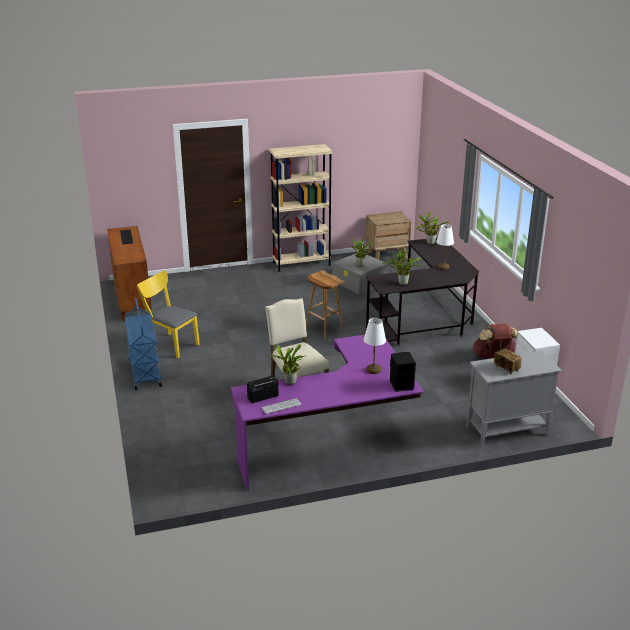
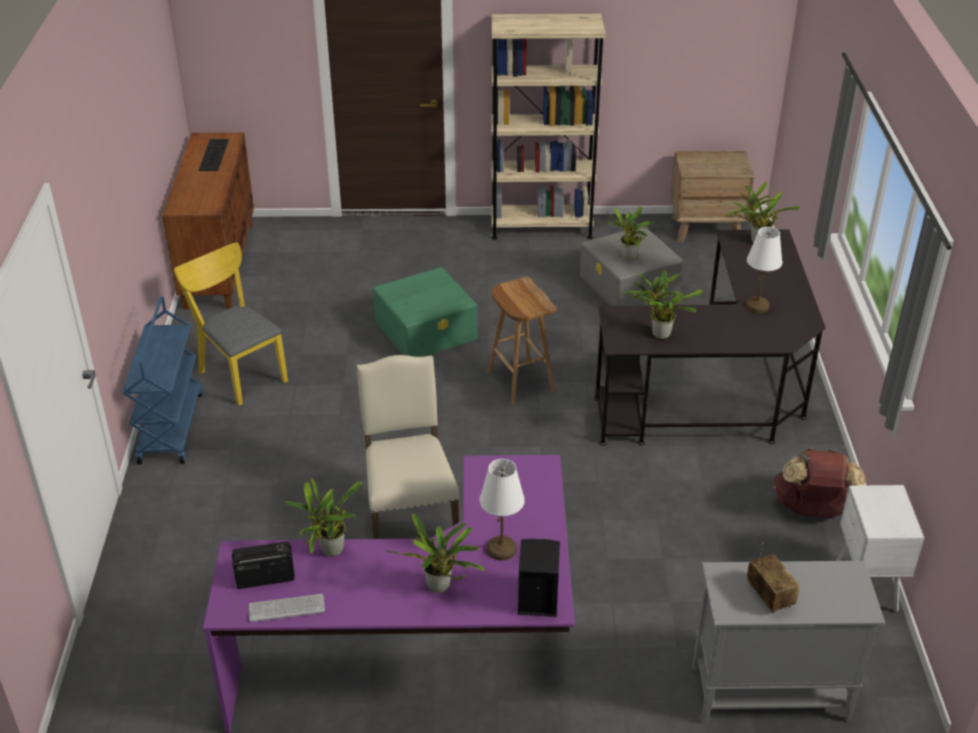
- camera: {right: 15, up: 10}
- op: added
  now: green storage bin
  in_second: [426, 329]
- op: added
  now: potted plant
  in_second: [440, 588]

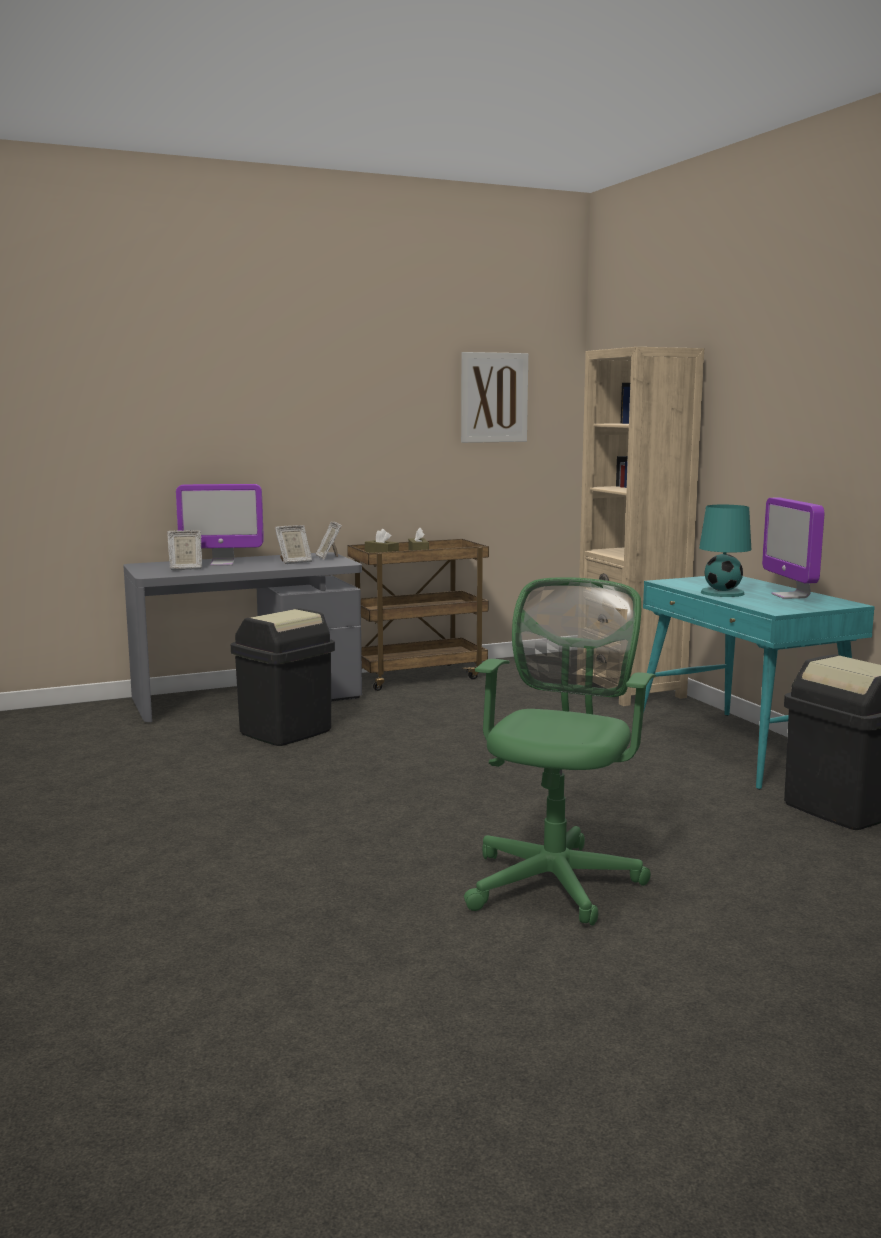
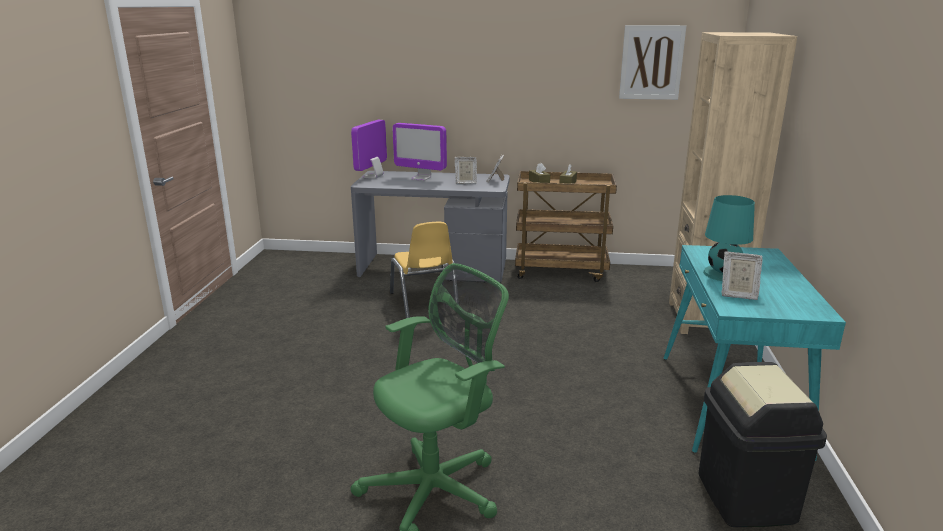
- camera: {right: 30, up: 10}
- op: moved
  was: photo frame
  in_first: [185, 568]
  in_second: [737, 294]
- op: moved
  was: computer display
  in_first: [790, 596]
  in_second: [373, 177]
- op: replaced
  was: black-coloured trash can
  now: yellow chair
  in_first: [286, 732]
  in_second: [424, 303]

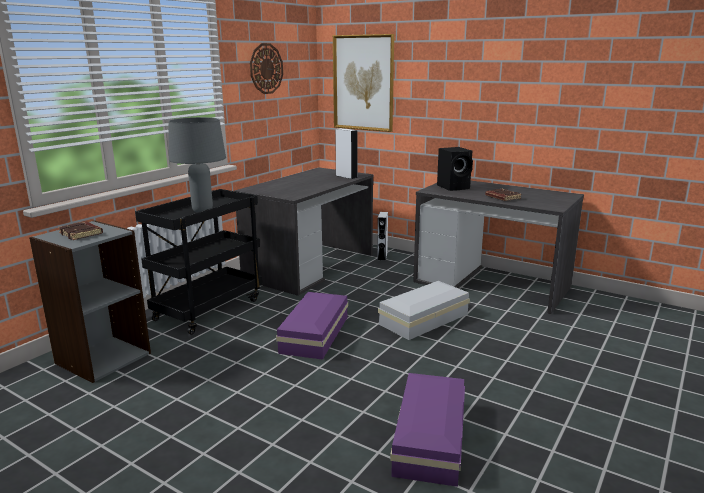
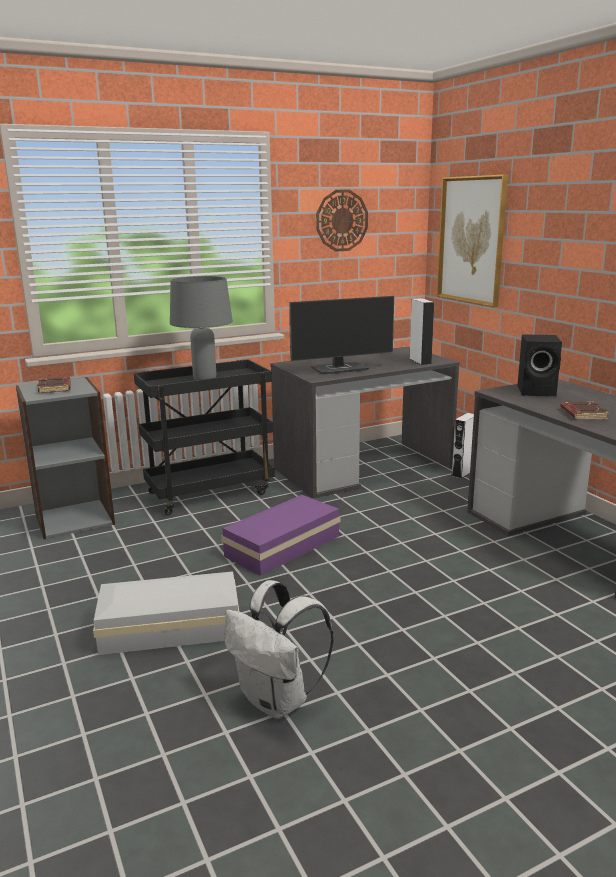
- camera: {right: 30, up: 0}
- op: added
  now: computer display
  in_second: [340, 369]
- op: moved
  was: white-coloured storage bin
  in_first: [422, 319]
  in_second: [168, 626]
- op: replaced
  was: purple storage bin
  now: white-coloured backpack
  in_first: [431, 437]
  in_second: [277, 700]

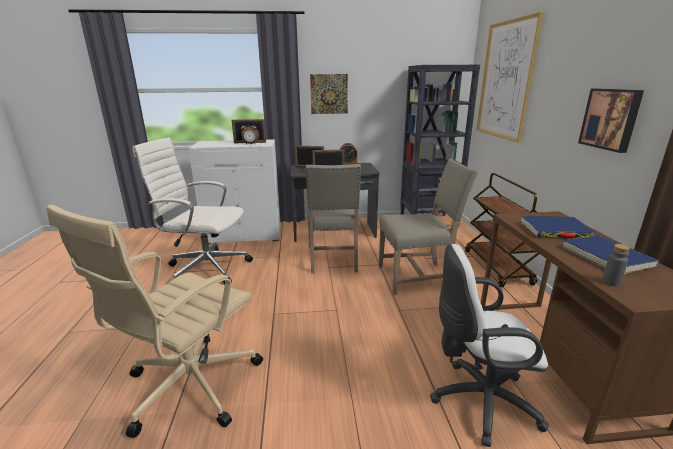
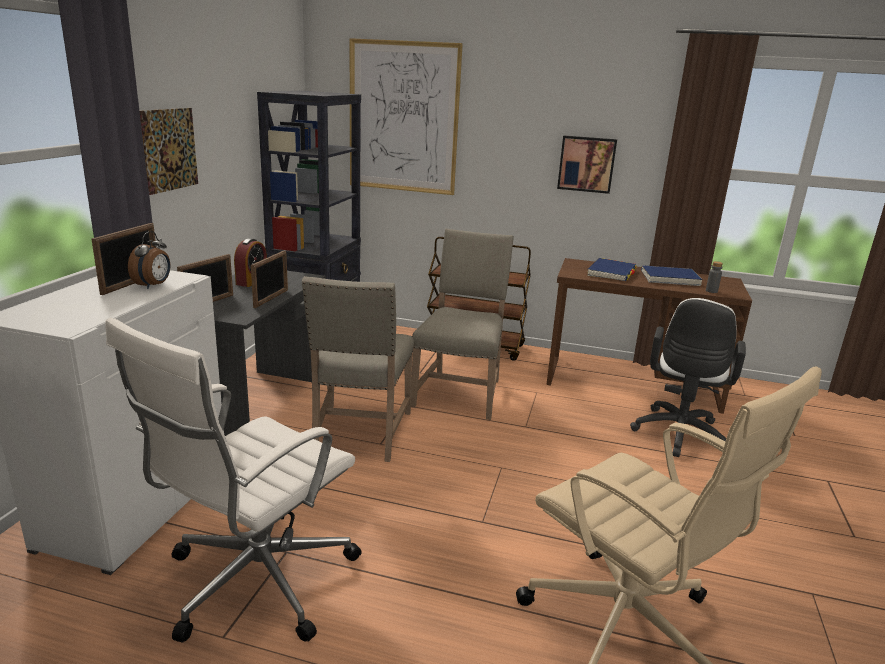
- camera: {right: -70, up: 0}
- op: turned
  was: sand-coloured chair
  in_first: [333, 259]
  in_second: [360, 434]
  clockwise: 75

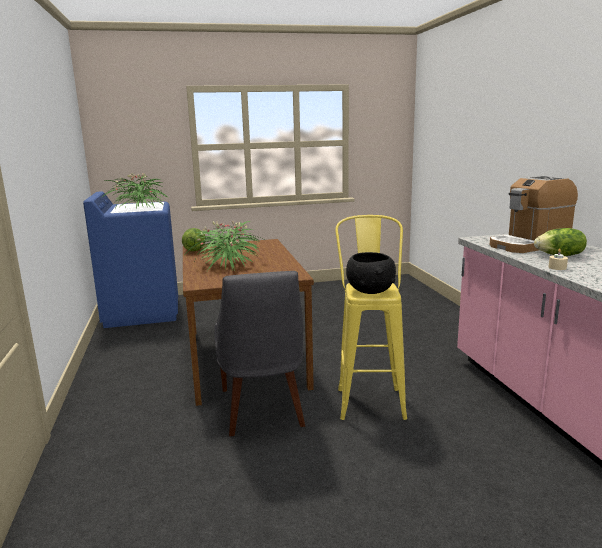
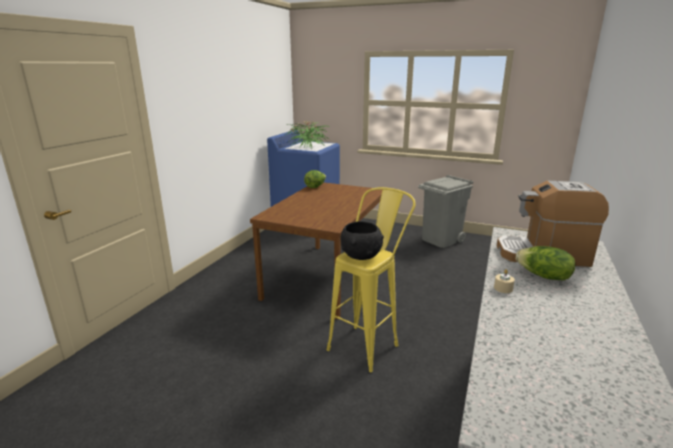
- camera: {right: 35, up: 5}
- op: removed
  was: potted plant
  in_first: [228, 265]
- op: removed
  was: grey chair
  in_first: [262, 410]
- op: added
  now: grey trash can
  in_second: [441, 240]

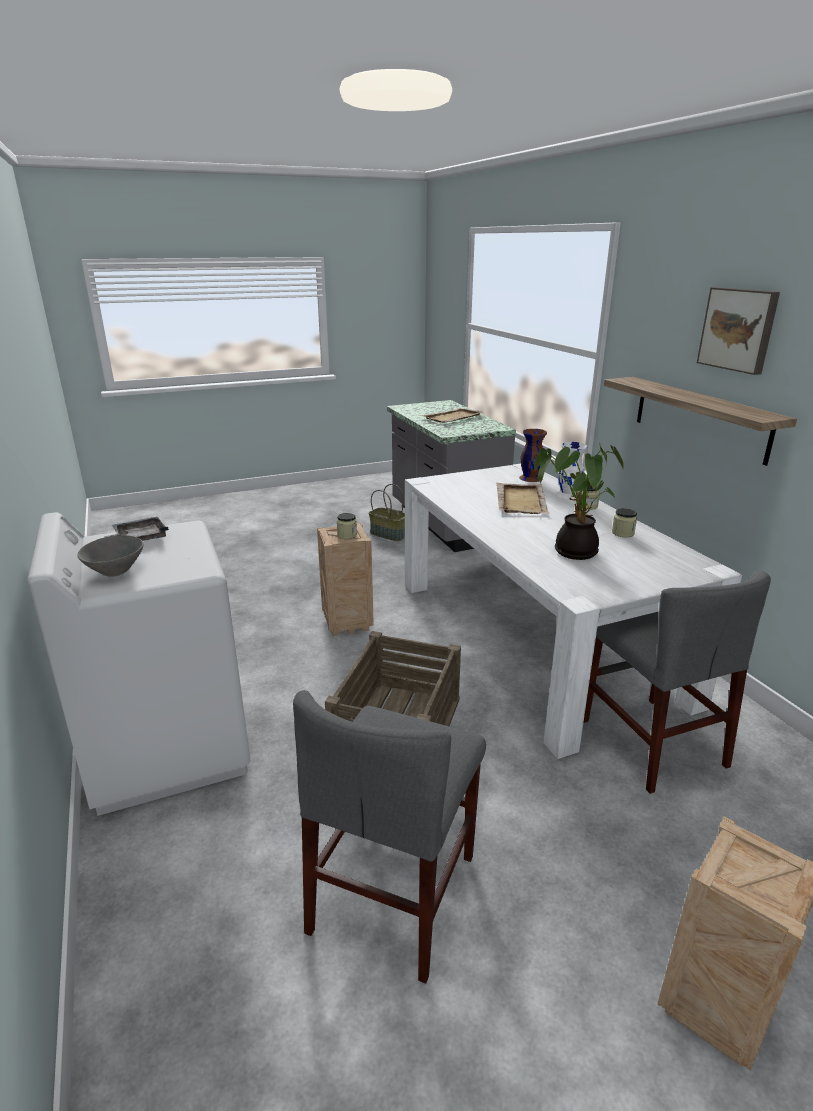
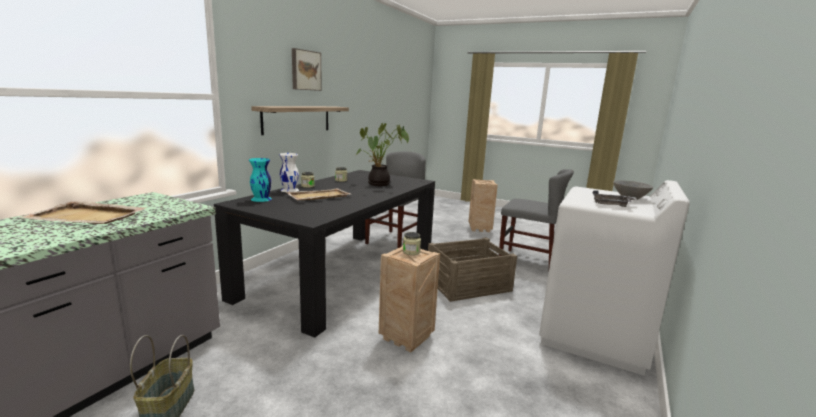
- camera: {right: -130, up: -10}
- op: recoloured
  was: white-coloured dinner table
  now: black-coloured dinner table
  in_first: [533, 638]
  in_second: [342, 273]
- op: recoloured
  was: brown-coloured decorative vase
  now: turquoise decorative vase
  in_first: [530, 478]
  in_second: [261, 199]
- op: turned
  was: grey chair
  in_first: [394, 892]
  in_second: [528, 262]
  clockwise: 45

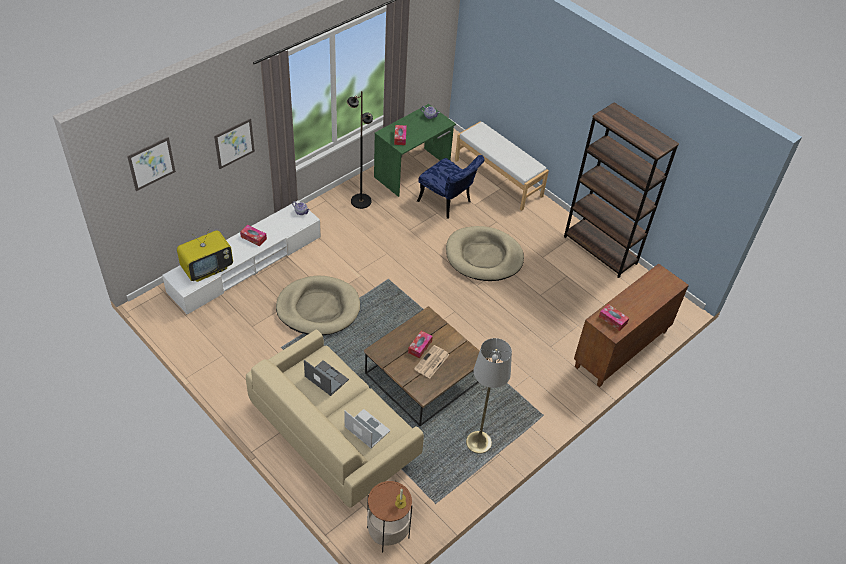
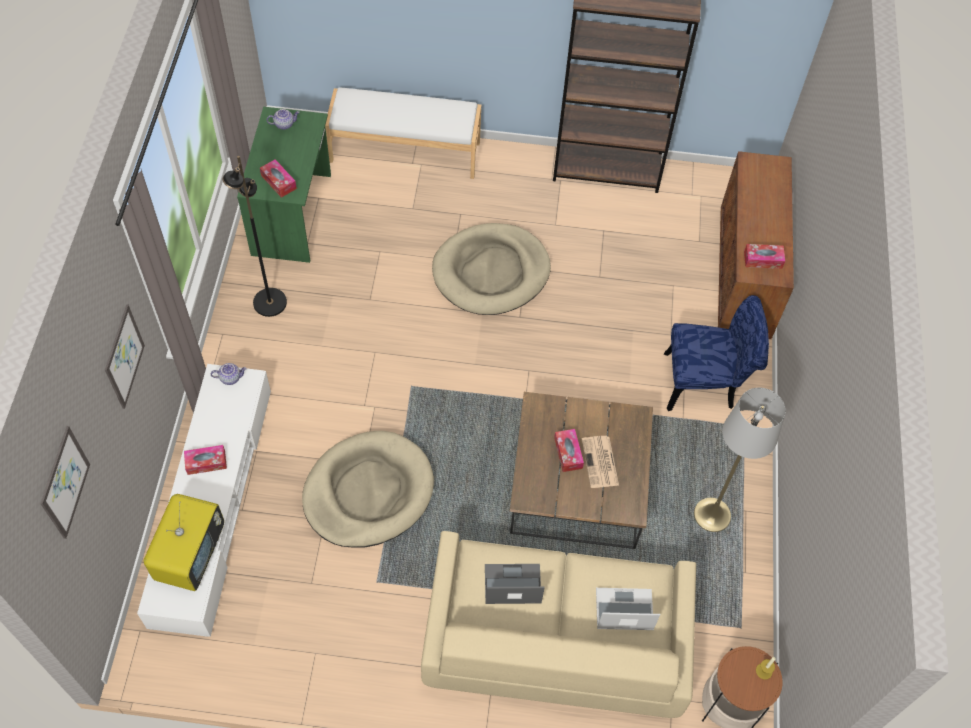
- camera: {right: -40, up: 10}
- op: moved
  was: blue-coloured chair
  in_first: [448, 203]
  in_second: [706, 383]

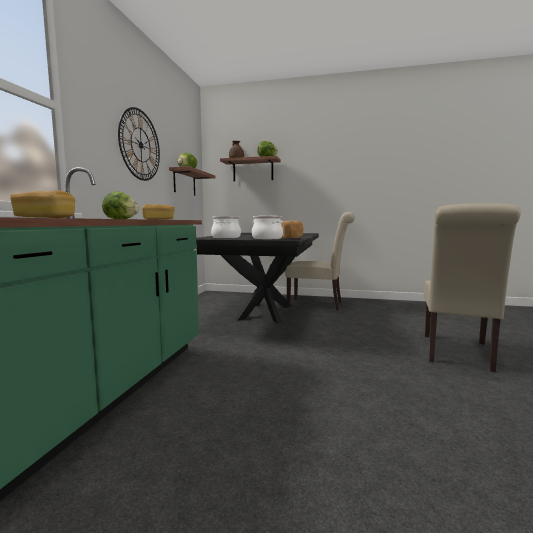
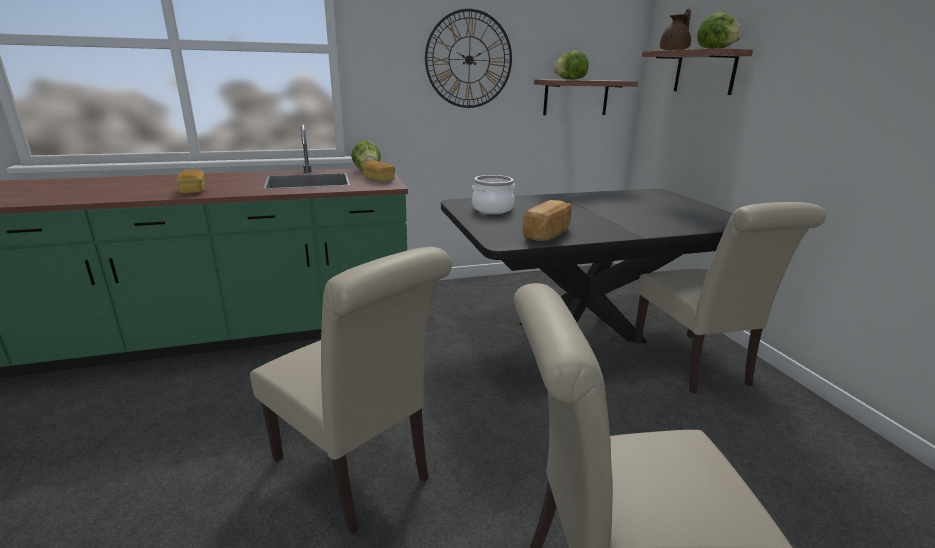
- camera: {right: 60, up: 15}
- op: removed
  was: saucepot
  in_first: [267, 238]
- op: added
  now: sand-coloured chair
  in_second: [357, 472]

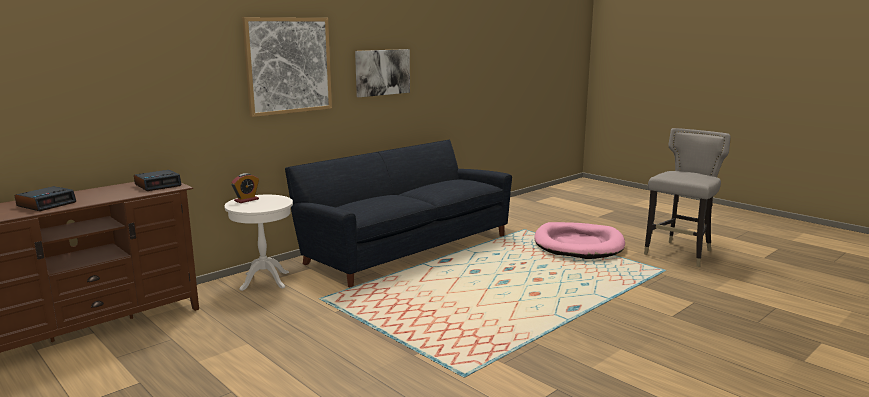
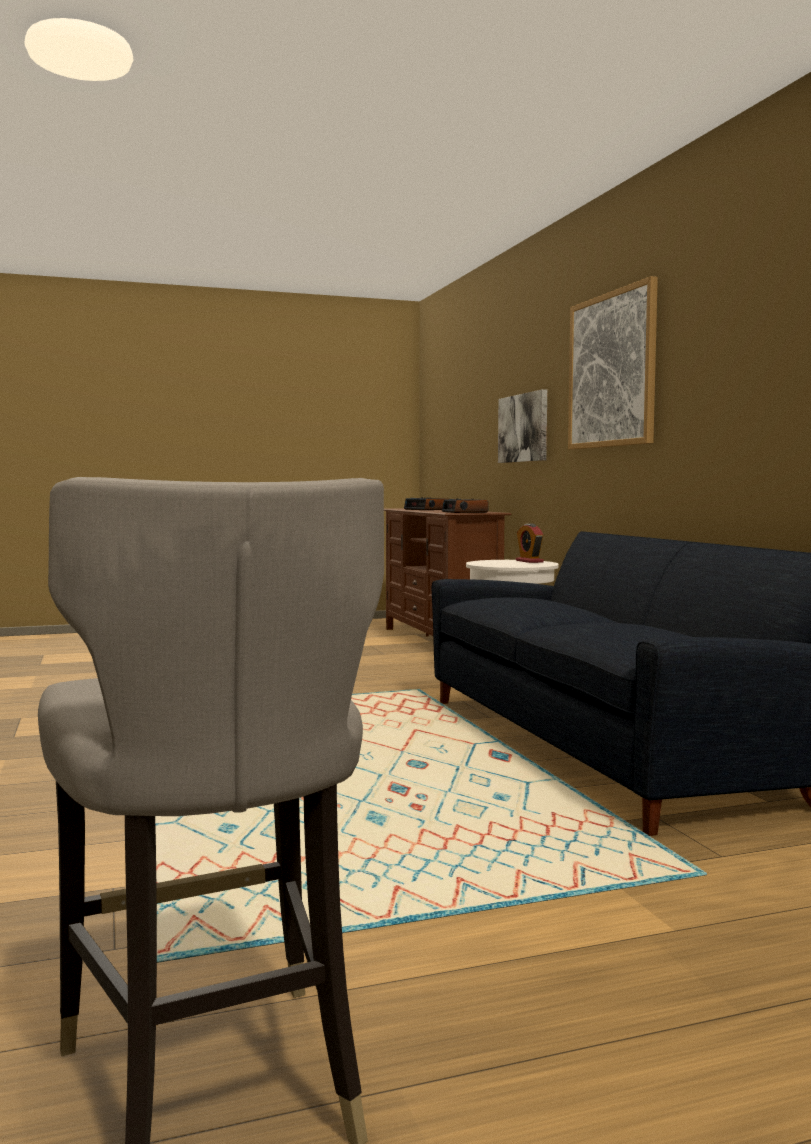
- camera: {right: 115, up: -10}
- op: removed
  was: pinkish pet bed
  in_first: [578, 244]
- op: moved
  was: wall picture
  in_first: [382, 72]
  in_second: [523, 428]

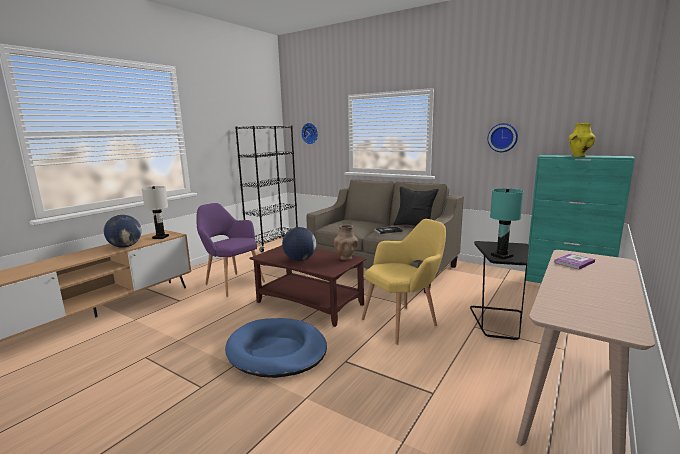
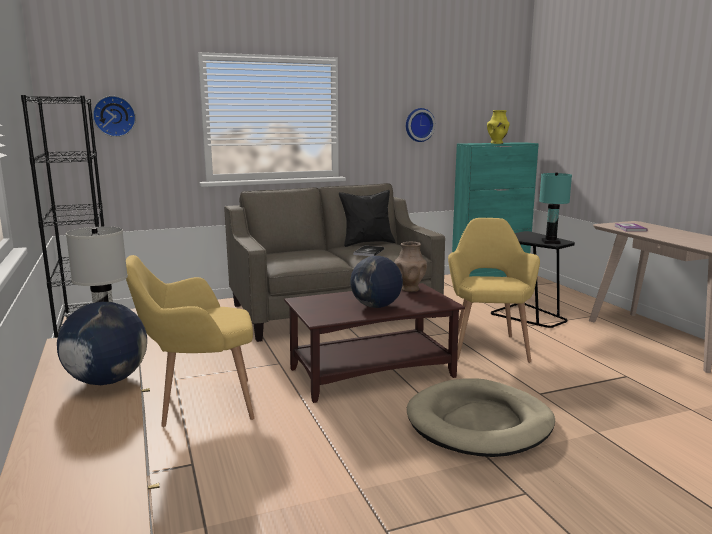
- camera: {right: -55, up: 0}
- op: recoloured
  was: purple easy chair
  now: yellow easy chair
  in_first: [231, 283]
  in_second: [199, 405]
- op: recoloured
  was: blue-coloured pet bed
  now: sand-coloured pet bed
  in_first: [277, 351]
  in_second: [479, 423]

